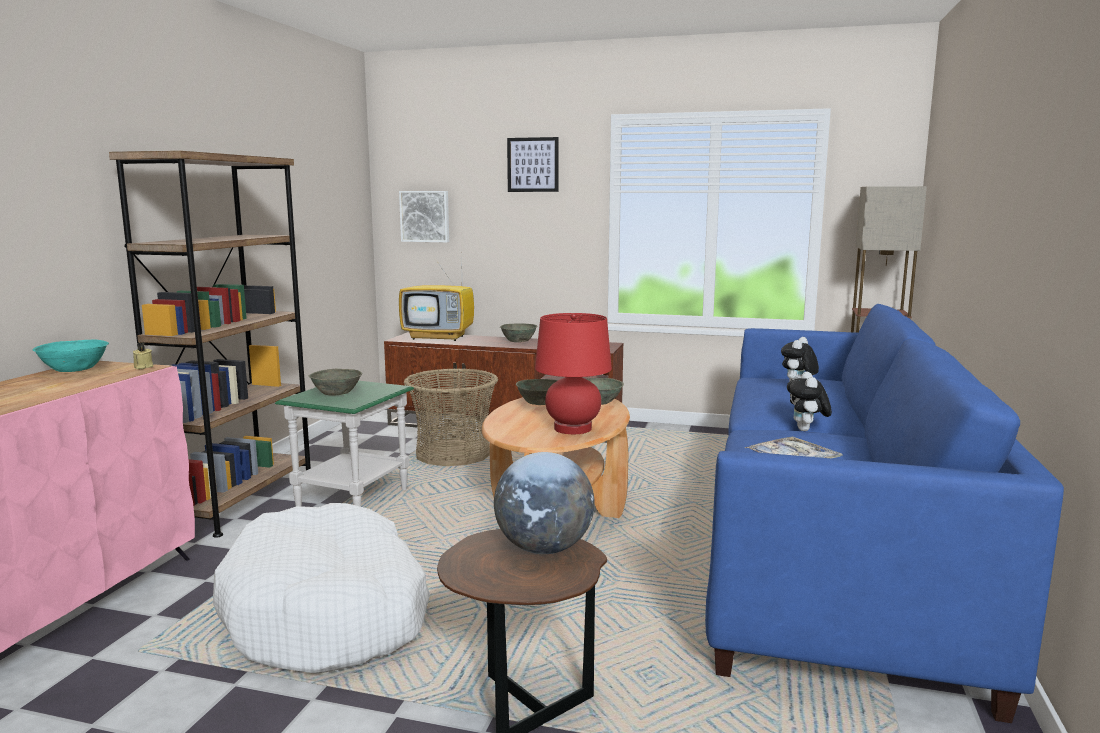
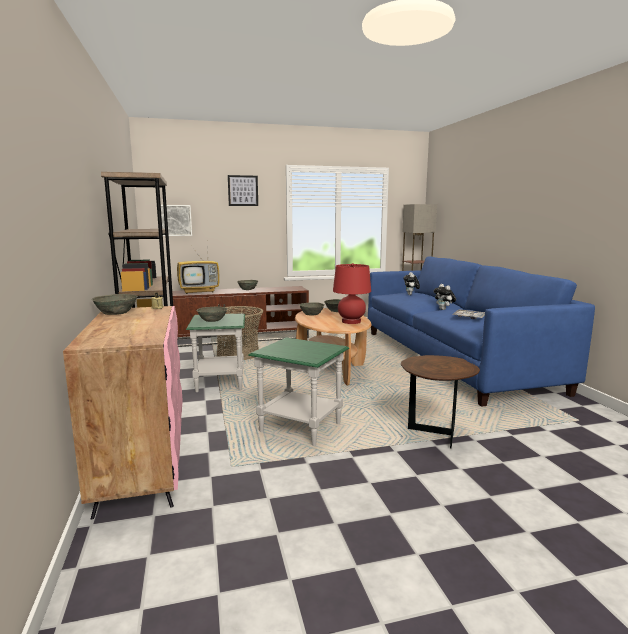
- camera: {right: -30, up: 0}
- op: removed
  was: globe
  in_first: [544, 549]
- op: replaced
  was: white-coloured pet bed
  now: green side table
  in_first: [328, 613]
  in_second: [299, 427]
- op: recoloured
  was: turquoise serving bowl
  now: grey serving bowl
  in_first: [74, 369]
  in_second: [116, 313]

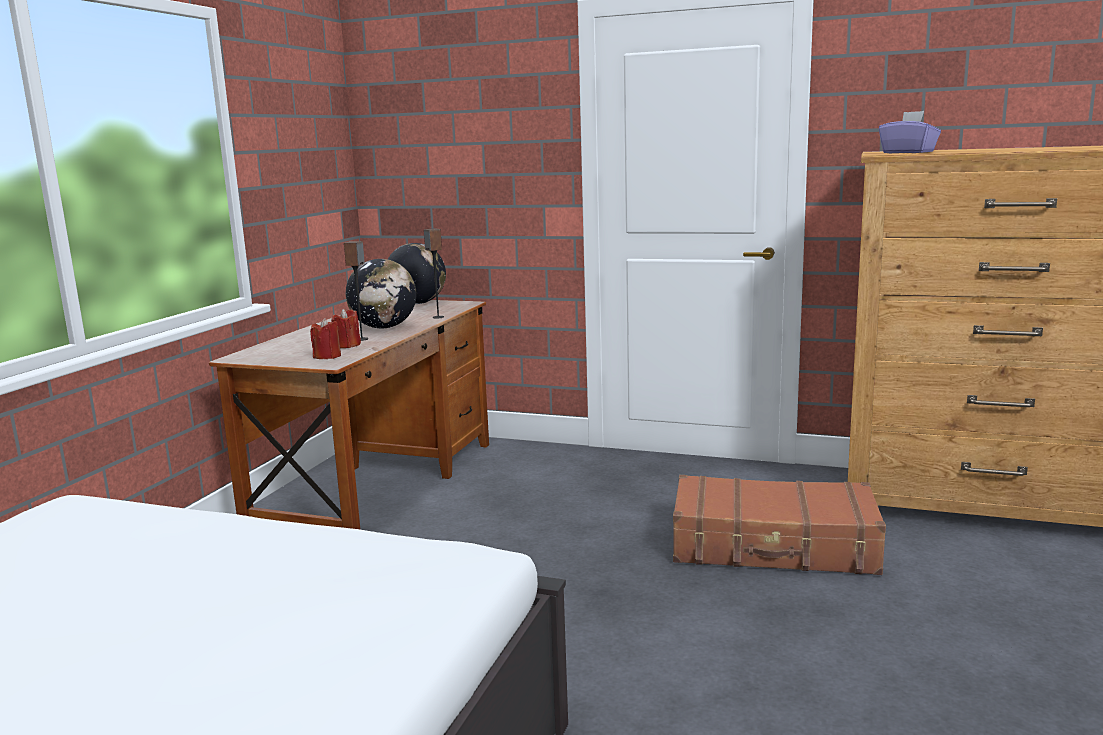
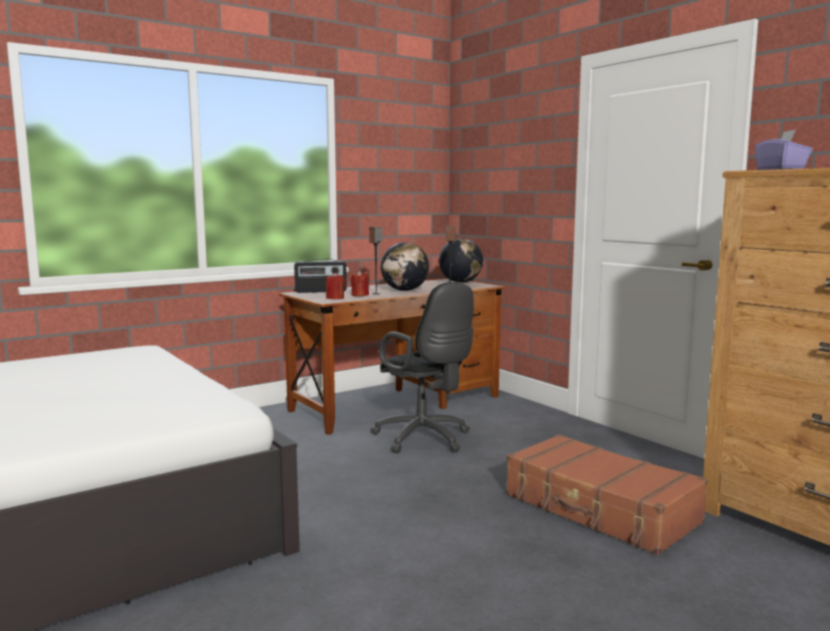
- camera: {right: 35, up: -5}
- op: added
  now: radio set
  in_second: [320, 291]
- op: added
  now: black-coloured desk chair
  in_second: [425, 439]

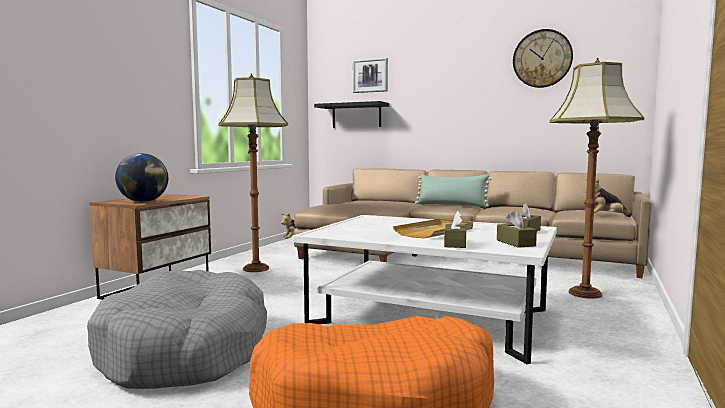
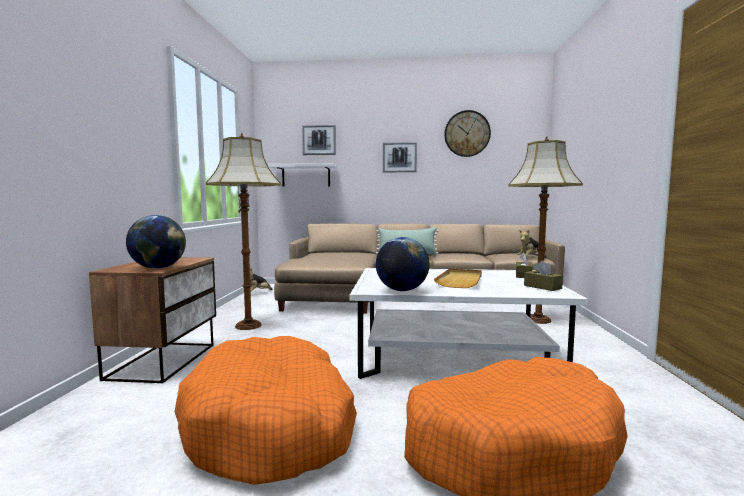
- camera: {right: -20, up: 0}
- op: removed
  was: brown-coloured tissue holder
  in_first: [455, 243]
- op: added
  now: globe
  in_second: [402, 290]
- op: added
  now: wall picture
  in_second: [399, 157]
- op: recoloured
  was: grey pet bed
  now: orange pet bed
  in_first: [186, 350]
  in_second: [272, 425]
- op: recoloured
  was: black-coloured shelf
  now: white-coloured shelf
  in_first: [356, 115]
  in_second: [306, 175]

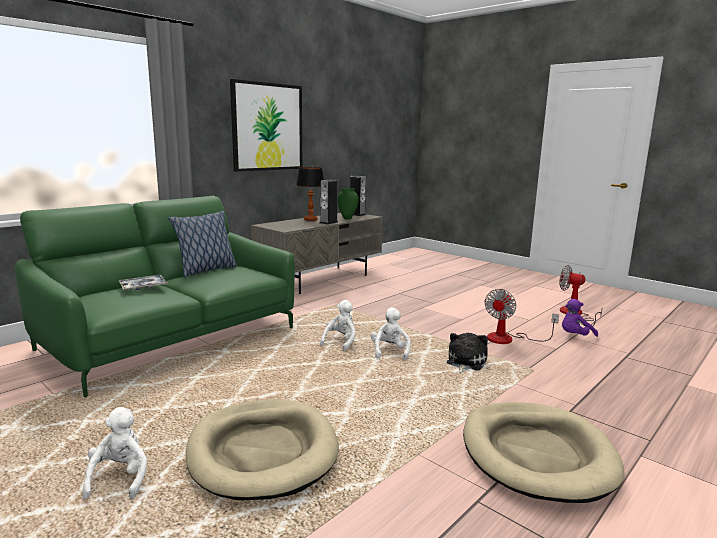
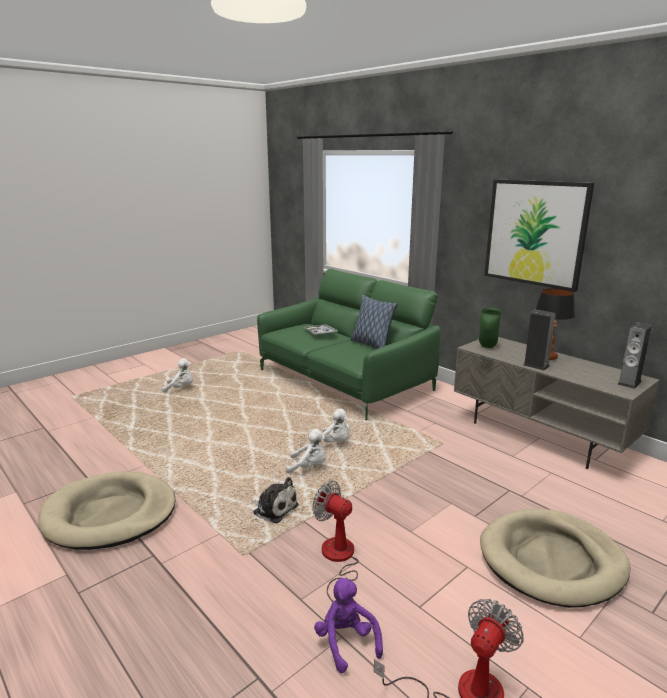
- camera: {right: 95, up: 5}
- op: moved
  was: sand-coloured pet bed
  in_first: [263, 452]
  in_second: [551, 560]
- op: moved
  was: green decorative vase
  in_first: [347, 218]
  in_second: [488, 346]

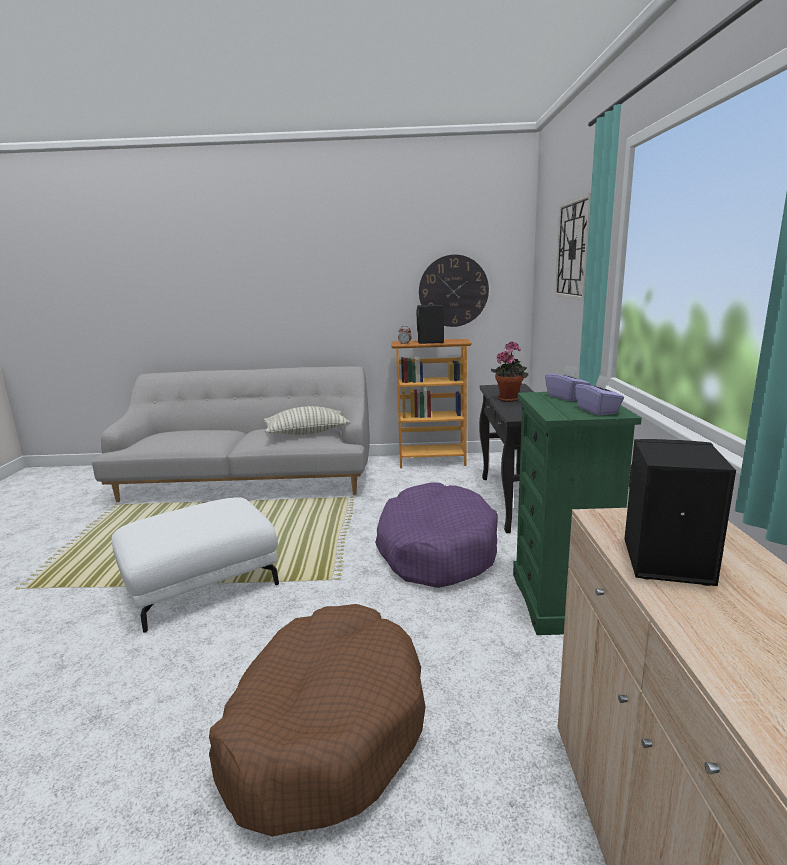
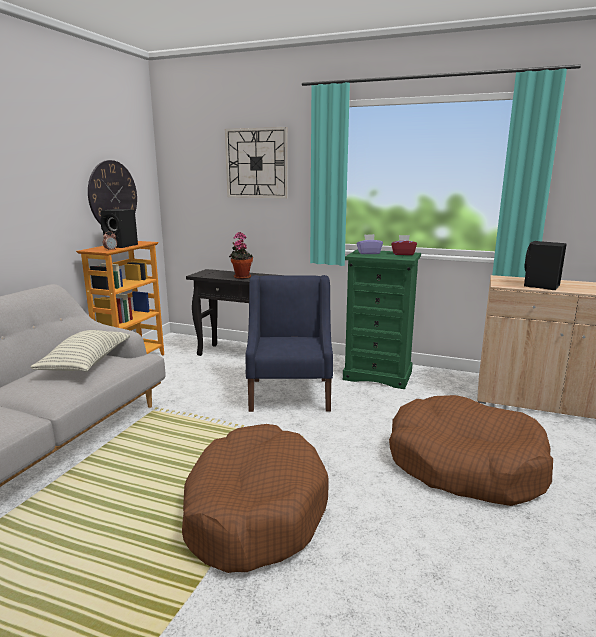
- camera: {right: -70, up: 0}
- op: replaced
  was: white-coloured ottoman
  now: brown-coloured pet bed
  in_first: [201, 586]
  in_second: [254, 510]
- op: replaced
  was: purple pet bed
  now: blue-coloured easy chair
  in_first: [436, 549]
  in_second: [290, 394]
- op: recoloured
  was: purple tissue holder
  now: red tissue holder
  in_first: [597, 410]
  in_second: [403, 254]

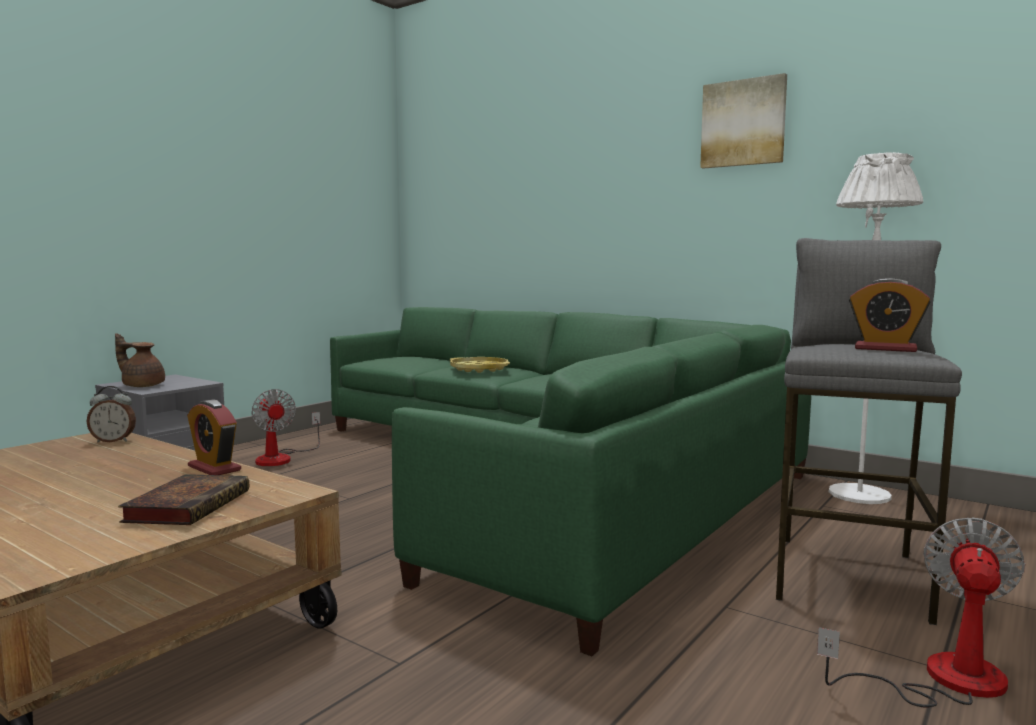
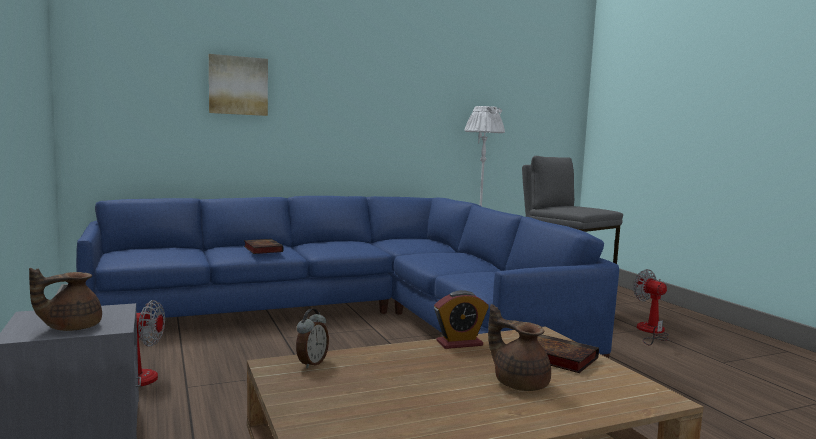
- camera: {right: -60, up: 0}
- op: removed
  was: bedside clock
  in_first: [885, 349]
- op: added
  now: brown-coloured teapot
  in_second: [519, 383]
- op: moved
  was: wall picture
  in_first: [743, 123]
  in_second: [238, 85]
- op: replaced
  was: yellow tray
  now: bound book
  in_first: [479, 369]
  in_second: [262, 249]
- op: recoloured
  was: green settee
  now: blue-coloured settee
  in_first: [552, 475]
  in_second: [354, 316]

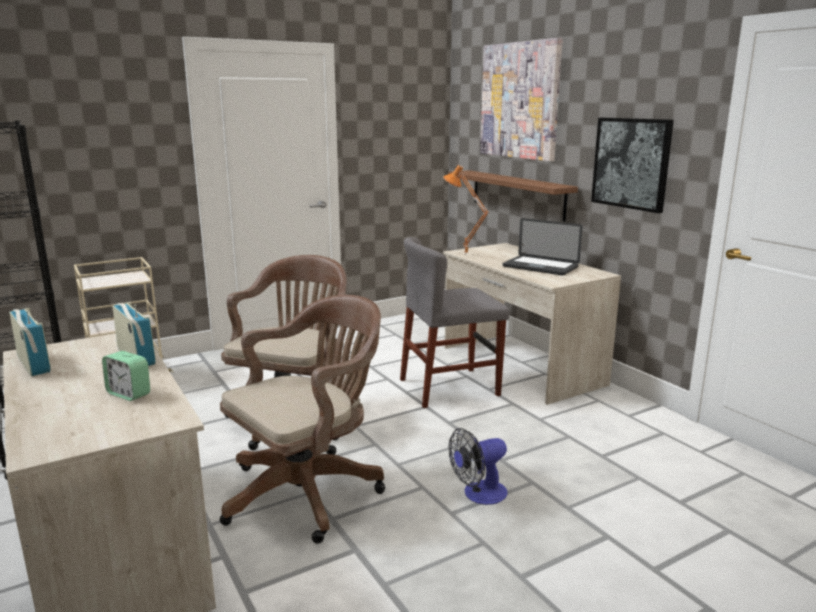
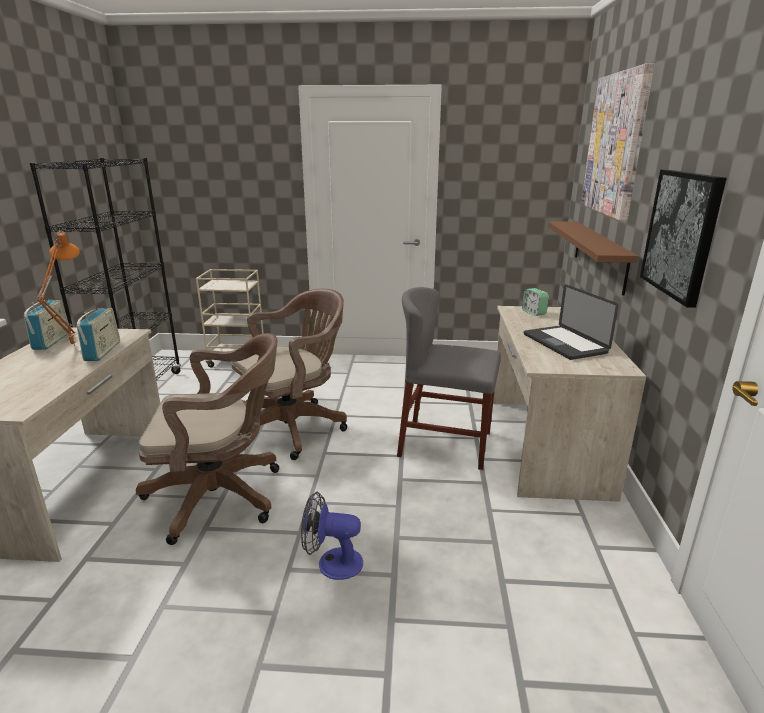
- camera: {right: 35, up: 5}
- op: moved
  was: bedside clock
  in_first: [129, 394]
  in_second: [534, 312]
- op: moved
  was: orange lamp for a table
  in_first: [464, 255]
  in_second: [71, 346]

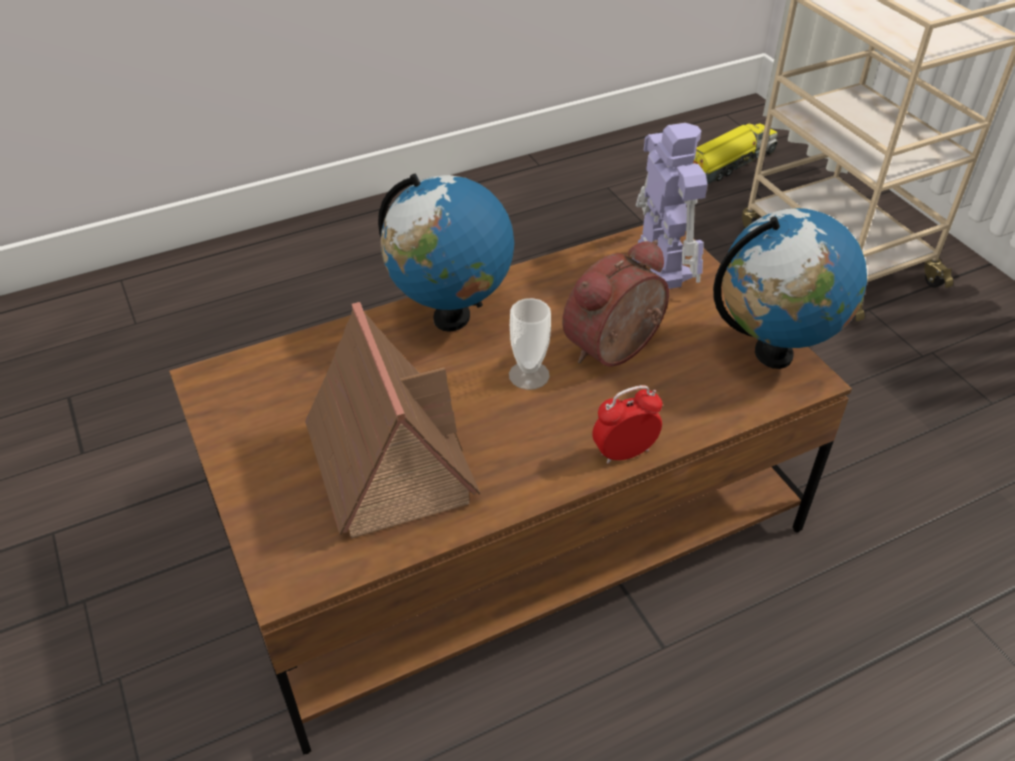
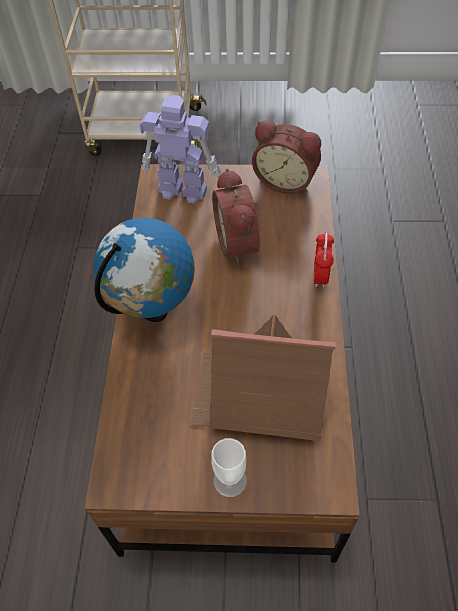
- camera: {right: -60, up: 10}
- op: removed
  was: model truck
  in_first: [727, 164]
- op: moved
  was: small cup
  in_first: [529, 375]
  in_second: [230, 480]
- op: replaced
  was: globe
  now: bedside clock
  in_first: [773, 354]
  in_second: [286, 180]

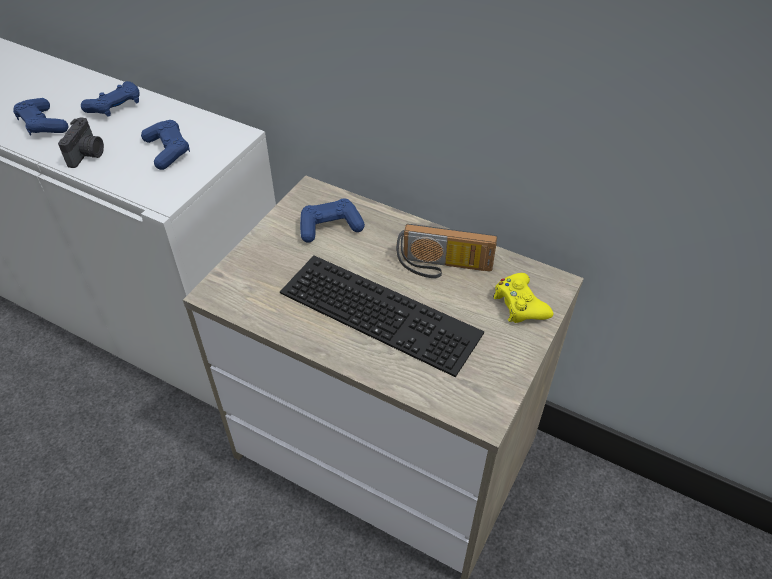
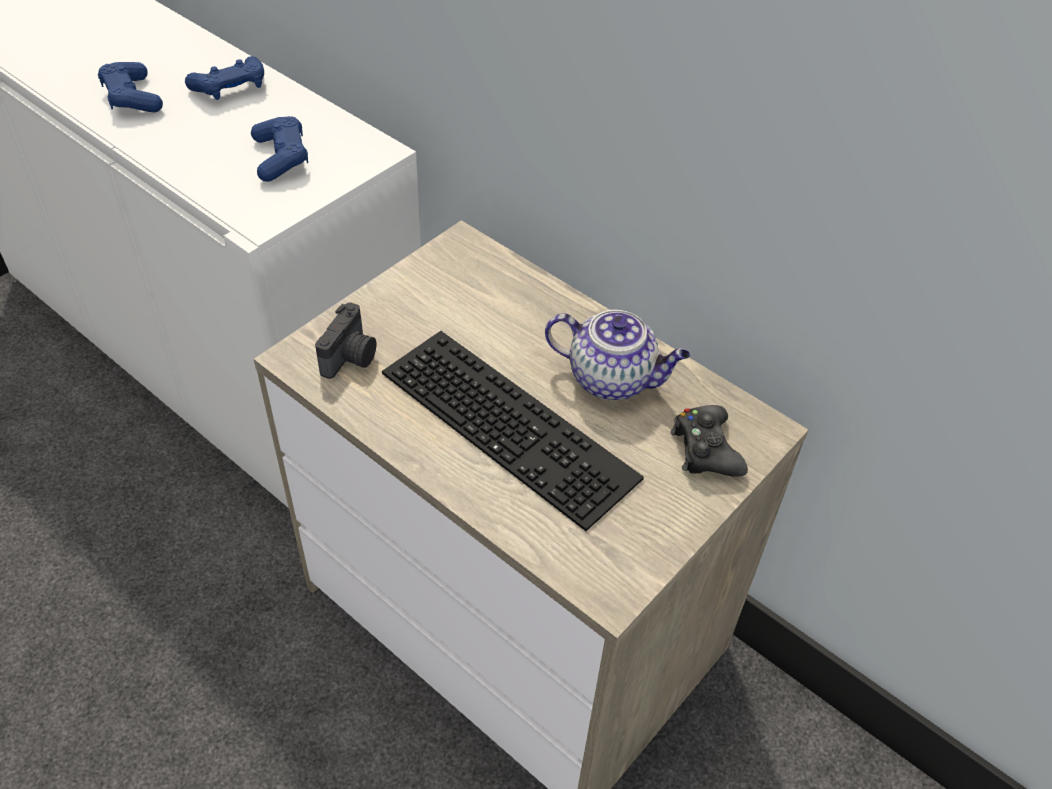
- camera: {right: 10, up: 0}
- op: removed
  was: blue-coloured gamepad
  in_first: [330, 227]
- op: moved
  was: photo camera
  in_first: [88, 154]
  in_second: [351, 358]
- op: replaced
  was: radio set
  now: teapot
  in_first: [443, 267]
  in_second: [613, 379]
- op: recoloured
  was: yellow gamepad
  now: black-coloured gamepad
  in_first: [520, 304]
  in_second: [705, 449]

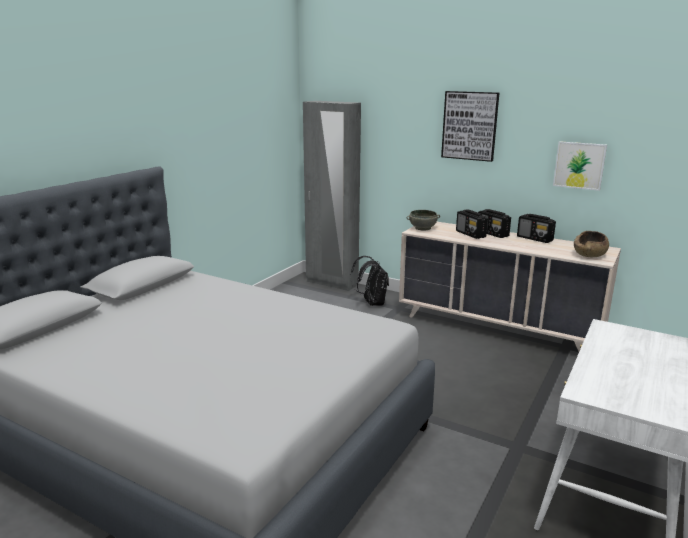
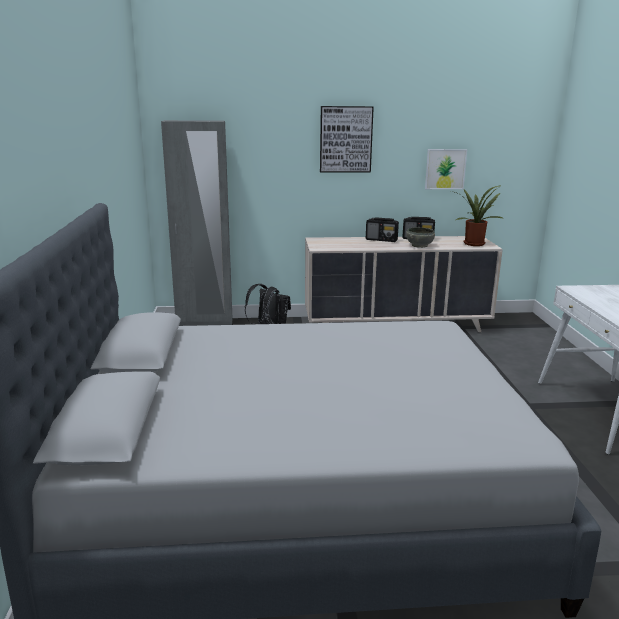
- camera: {right: -35, up: 0}
- op: removed
  was: radio set
  in_first: [470, 234]
- op: moved
  was: grey serving bowl
  in_first: [422, 228]
  in_second: [419, 245]
- op: replaced
  was: brown-coloured serving bowl
  now: potted plant
  in_first: [589, 254]
  in_second: [474, 243]

